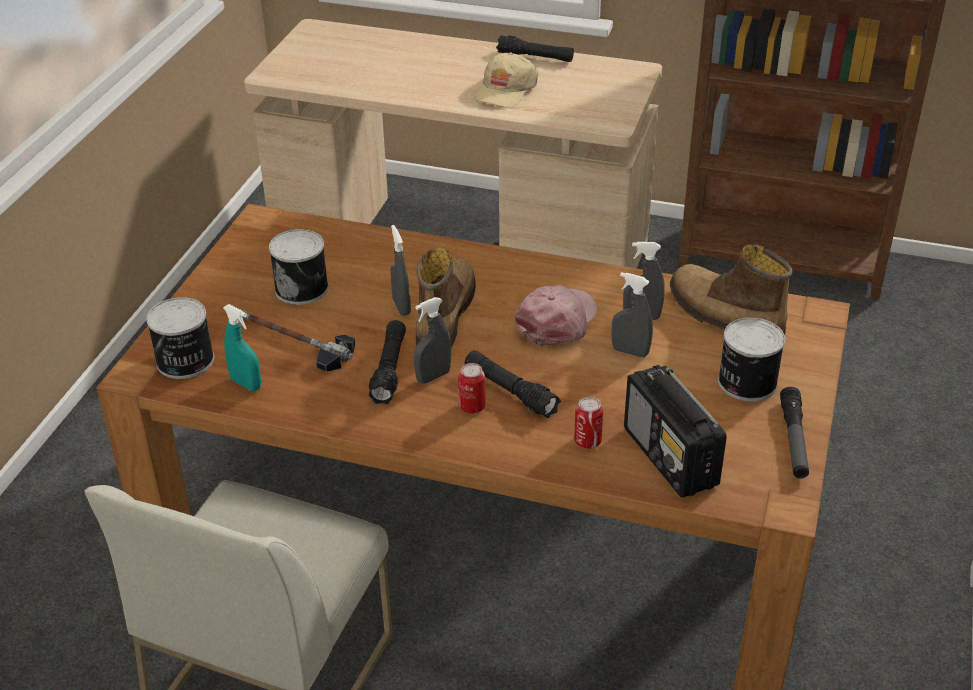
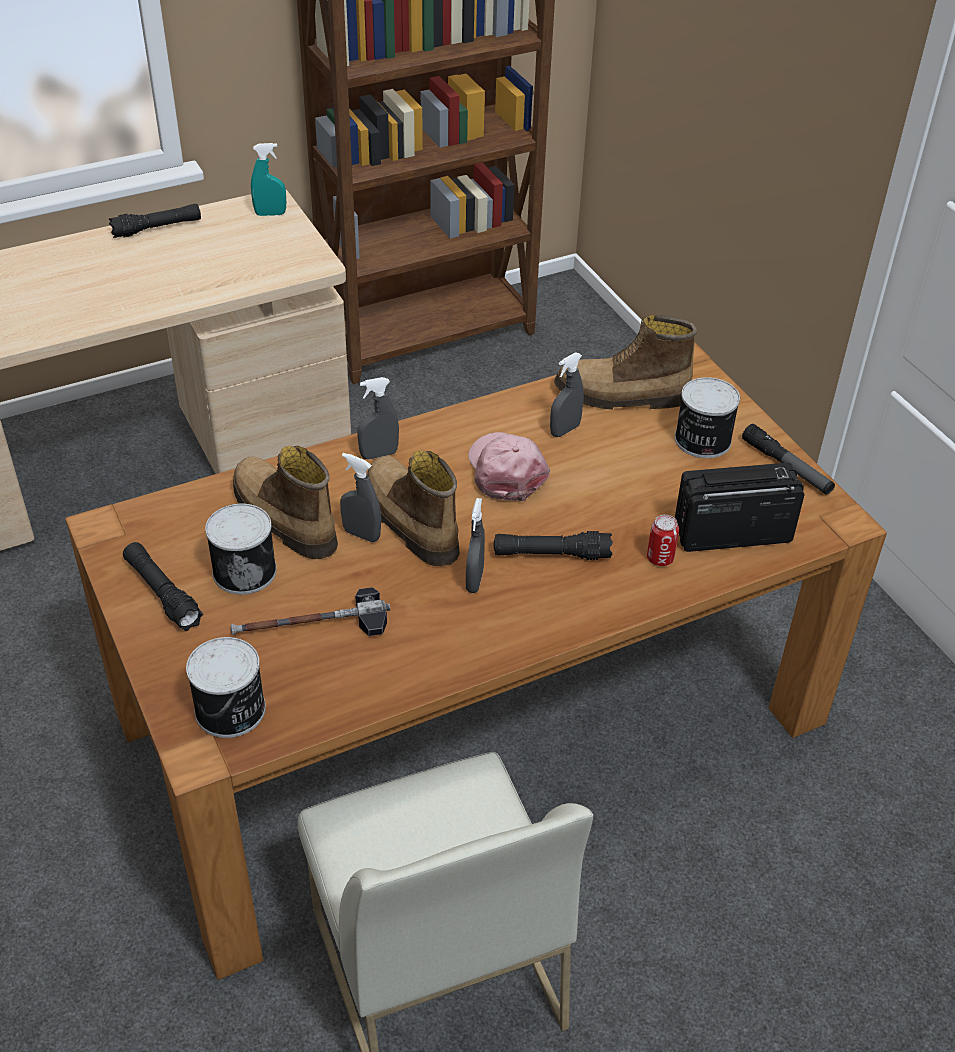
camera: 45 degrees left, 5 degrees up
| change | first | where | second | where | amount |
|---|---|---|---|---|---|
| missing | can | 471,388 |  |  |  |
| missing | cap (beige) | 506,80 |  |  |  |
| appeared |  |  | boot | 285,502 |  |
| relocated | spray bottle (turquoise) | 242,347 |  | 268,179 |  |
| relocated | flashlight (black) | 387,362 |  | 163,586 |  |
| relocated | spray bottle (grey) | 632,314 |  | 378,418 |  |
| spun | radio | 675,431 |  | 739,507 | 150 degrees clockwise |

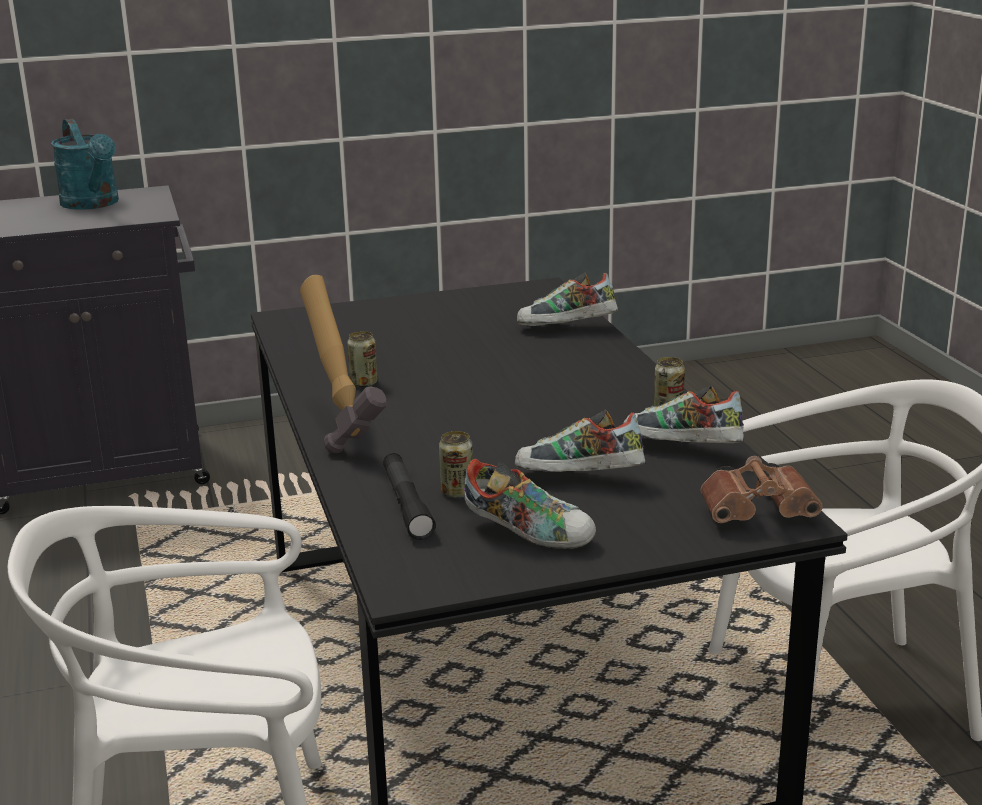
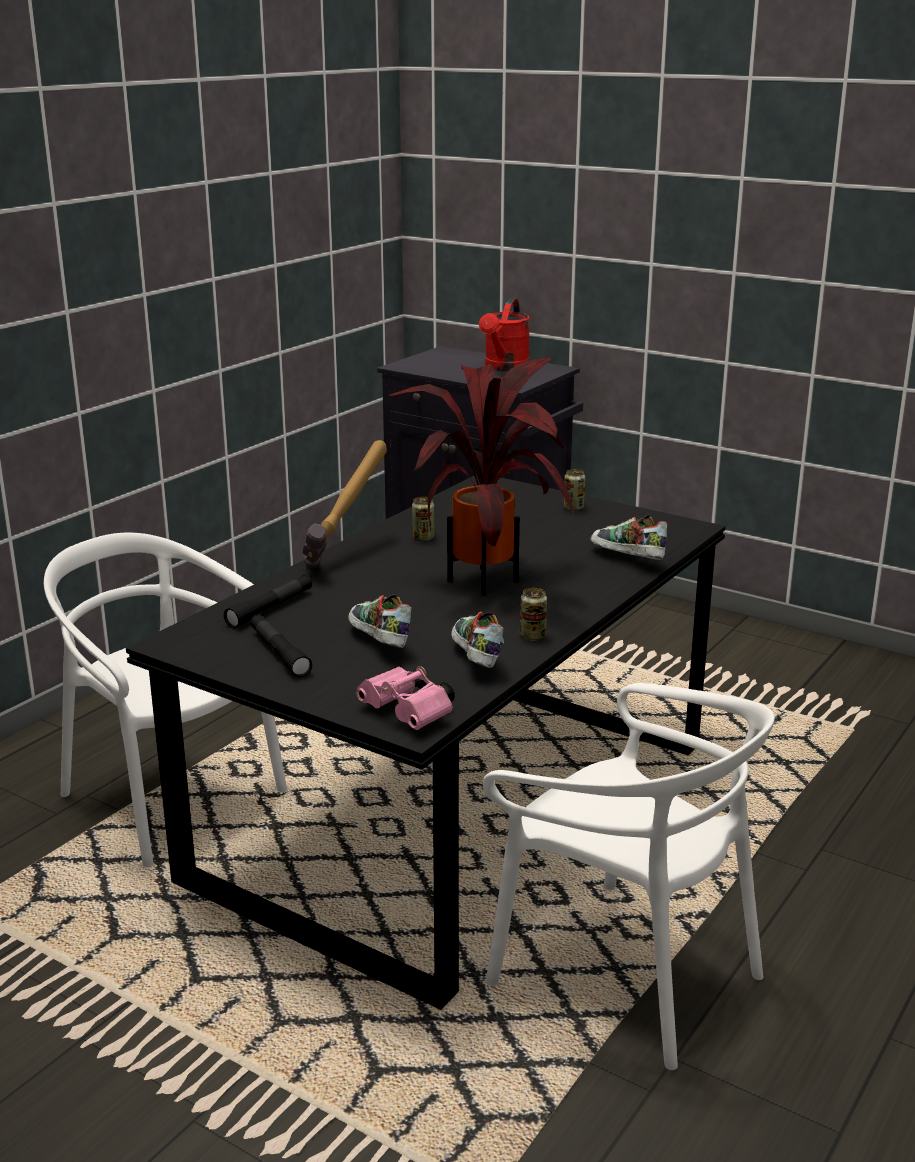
camera: 50 degrees right, 0 degrees up
| change | first | where | second | where | amount |
|---|---|---|---|---|---|
| appeared |  |  | potted plant | 481,476 |  |
| relocated | can | 456,464 |  | 574,490 |  |
| exchanged | shoe | 530,504 | flashlight (black) | 281,645 |  |
| colour | watering can (turquoise) | 85,164 | watering can (red) | 504,335 |  |
| colour | binoculars (brown) | 762,489 | binoculars (pink) | 405,698 |  |

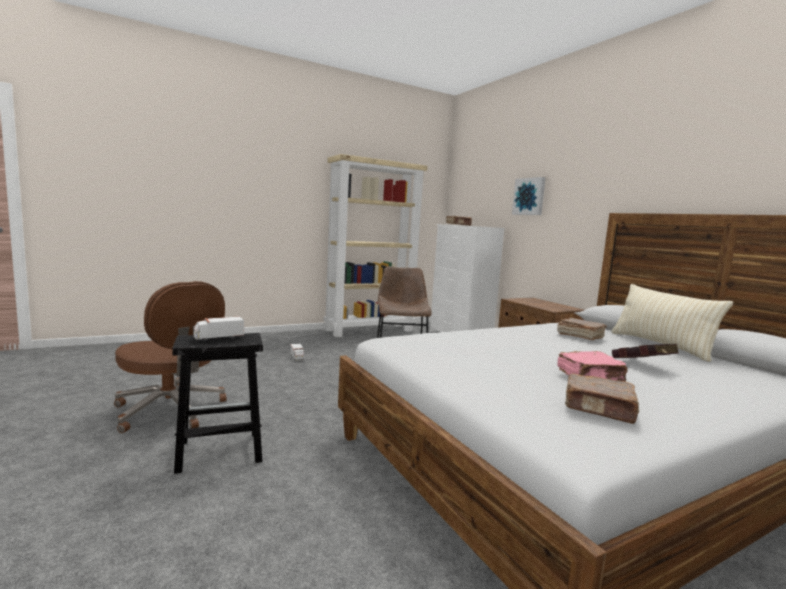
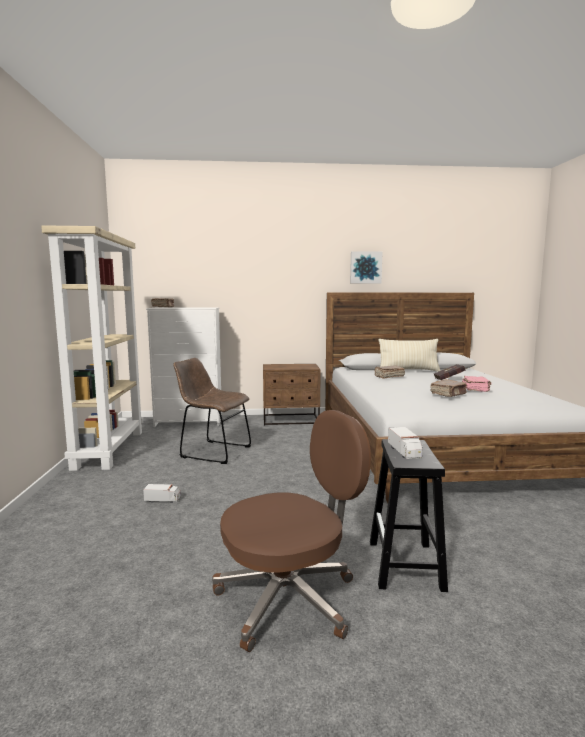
camera: 65 degrees left, 0 degrees up
| change | first | where | second | where | amount |
|---|---|---|---|---|---|
| relocated | picture | 529,196 |  | 366,267 |  |
| relocated | book (brown) | 602,398 |  | 448,388 |  |

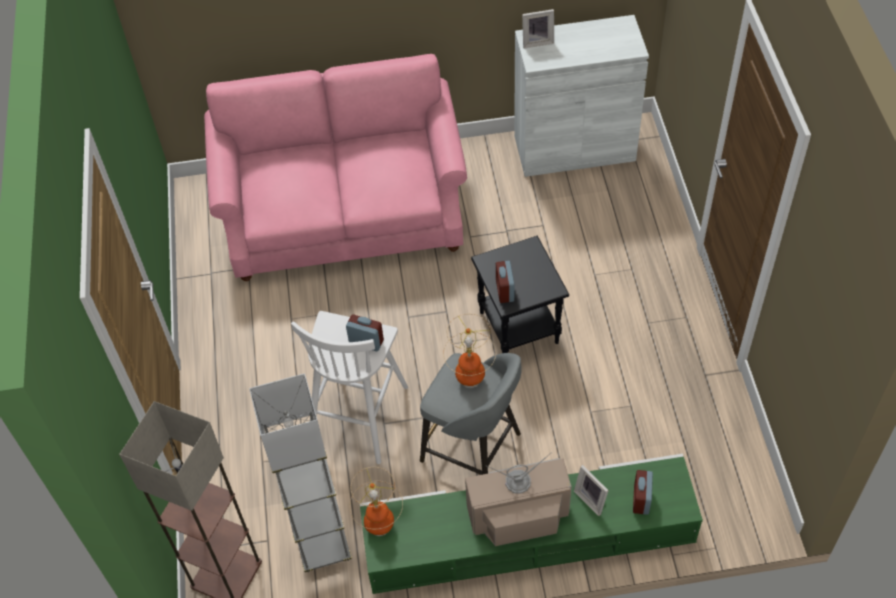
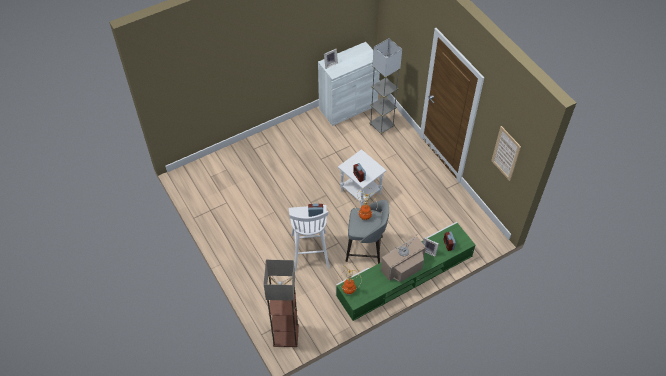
camera: 25 degrees left, 0 degrees up
| change | first | where | second | where | amount |
|---|---|---|---|---|---|
| missing | sofa (pink) | 335,167 |  |  |  |
| appeared |  |  | picture | 506,153 |  |
| relocated | floor lamp (grey) | 300,473 |  | 385,86 |  |
| colour | side table (black) | 520,294 | side table (white) | 362,177 |  |

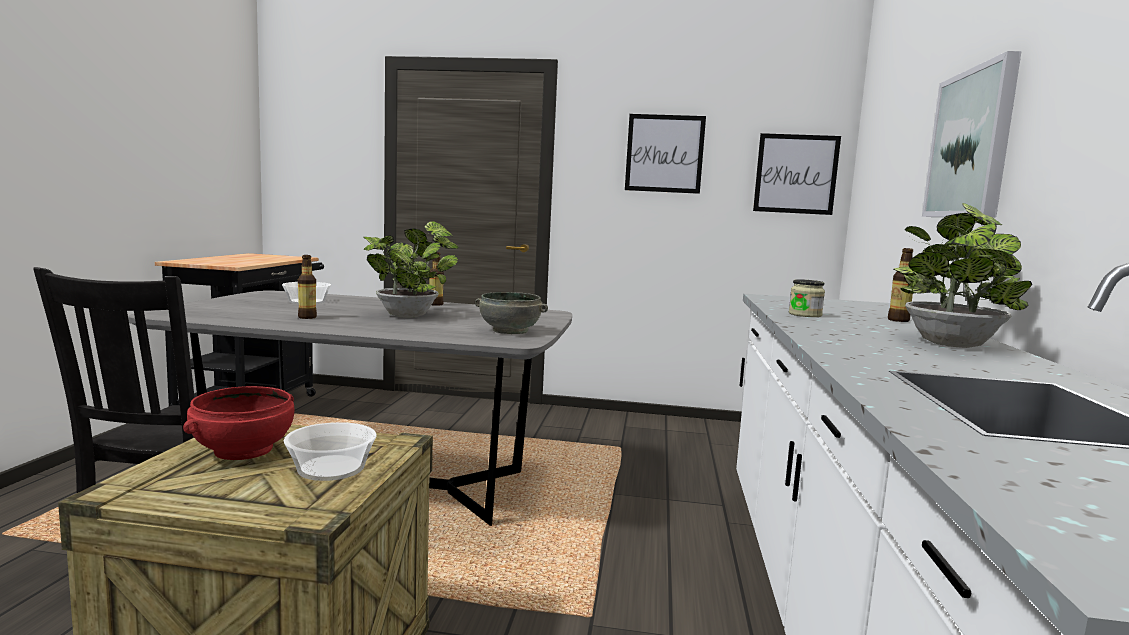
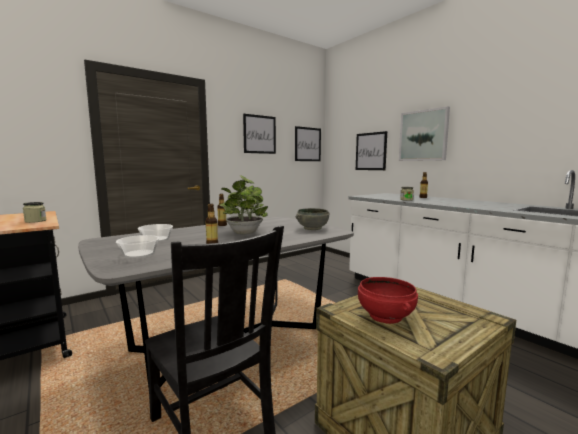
camera: 45 degrees left, 0 degrees up
| change | first | where | second | where | amount |
|---|---|---|---|---|---|
| missing | potted plant | 963,275 |  |  |  |
| appeared |  |  | jar | 35,212 |  |
| appeared |  |  | picture | 371,150 |  |
| relocated | bowl | 330,451 |  | 137,246 |  |

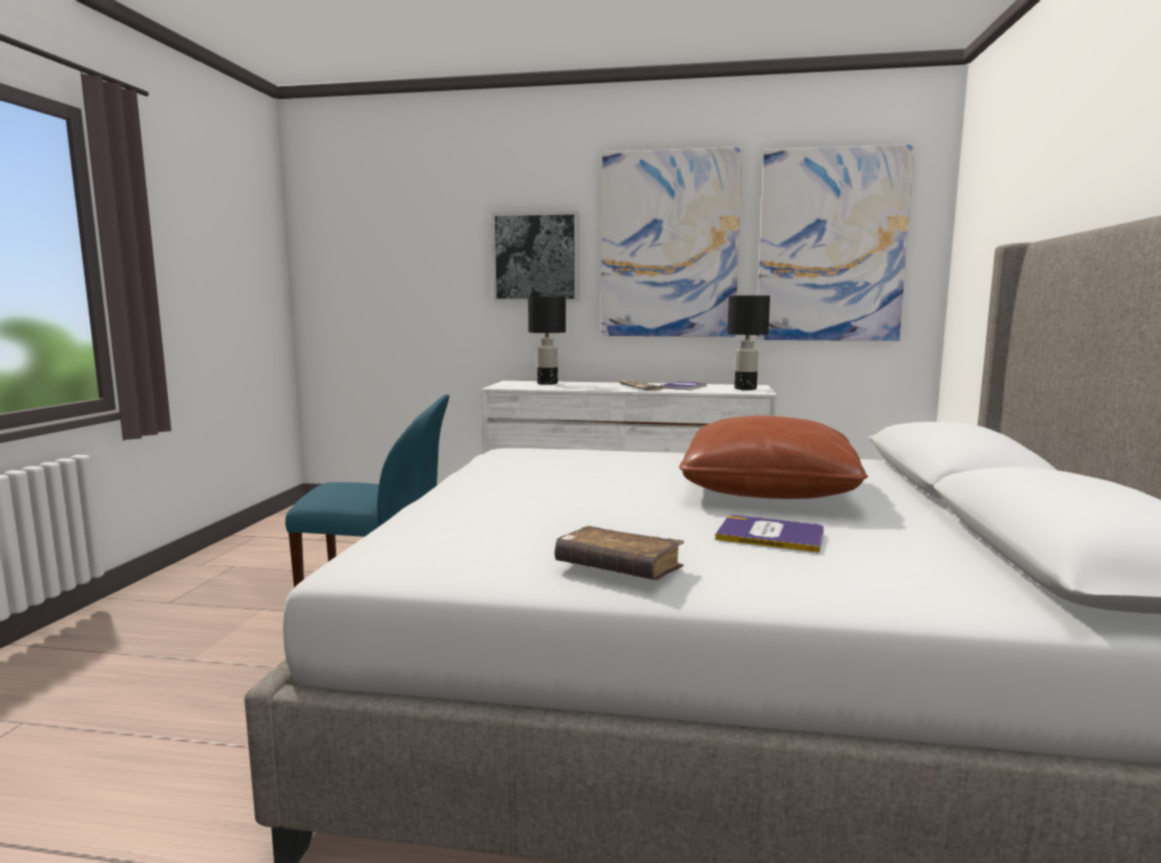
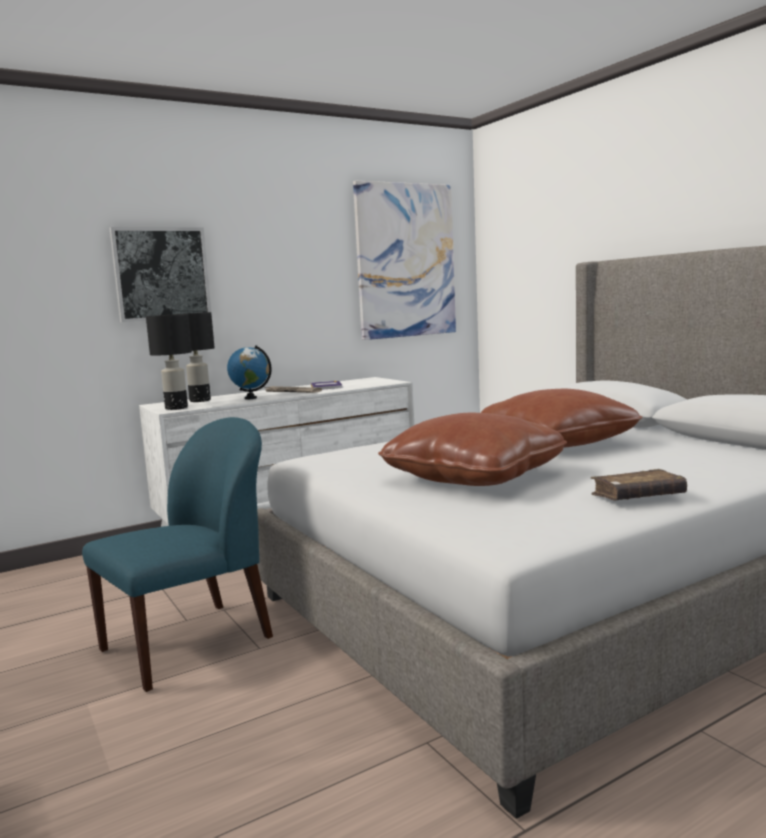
camera: 40 degrees left, 0 degrees up
| change | first | where | second | where | amount |
|---|---|---|---|---|---|
| missing | picture | 671,242 |  |  |  |
| missing | book | 769,534 |  |  |  |
| appeared |  |  | globe | 249,372 |  |
| appeared |  |  | pillow (brown) | 472,449 |  |
| relocated | table lamp (black) | 748,342 |  | 169,362 |  |

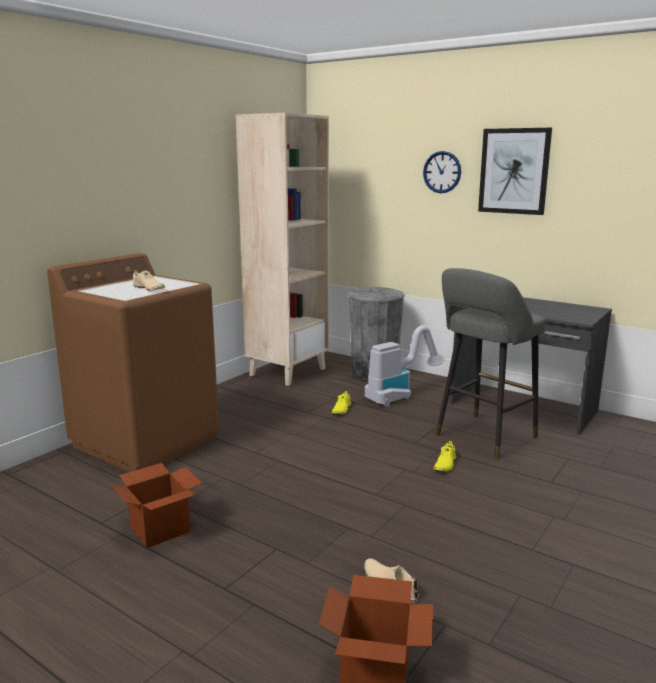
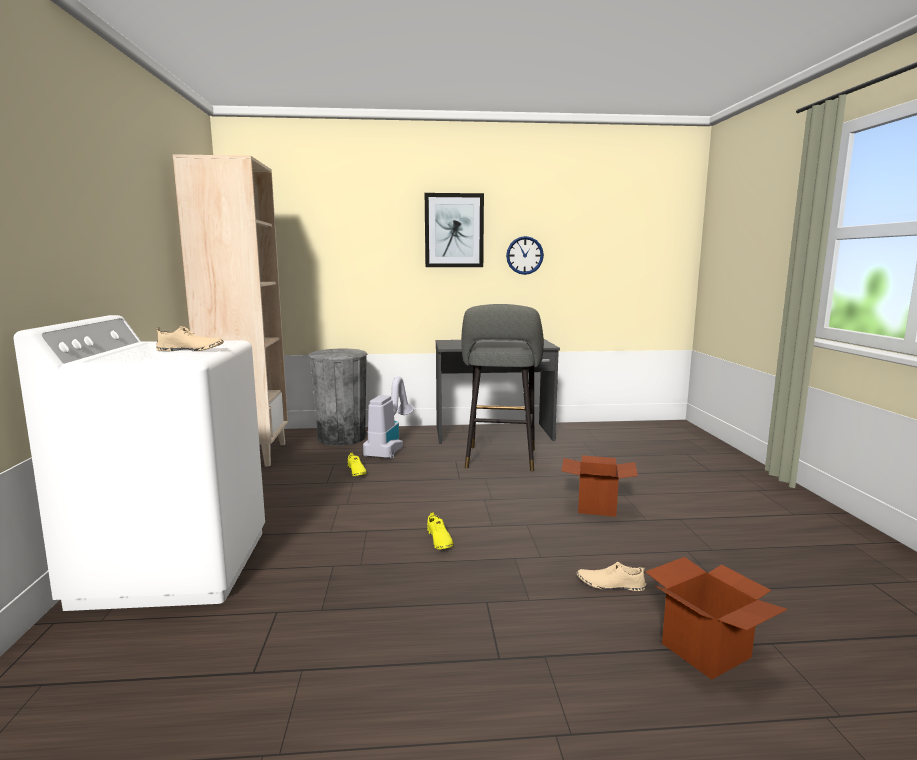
camera: 40 degrees left, 5 degrees down
| change | first | where | second | where | amount |
|---|---|---|---|---|---|
| relocated | cardboard box | 156,505 |  | 599,486 |  |
| relocated | wall clock | 442,172 |  | 525,255 |  |
| relocated | shoe (yellow) | 445,455 |  | 440,530 |  |
| colour | washing machine (brown) | 133,362 | washing machine (white) | 139,463 |  |

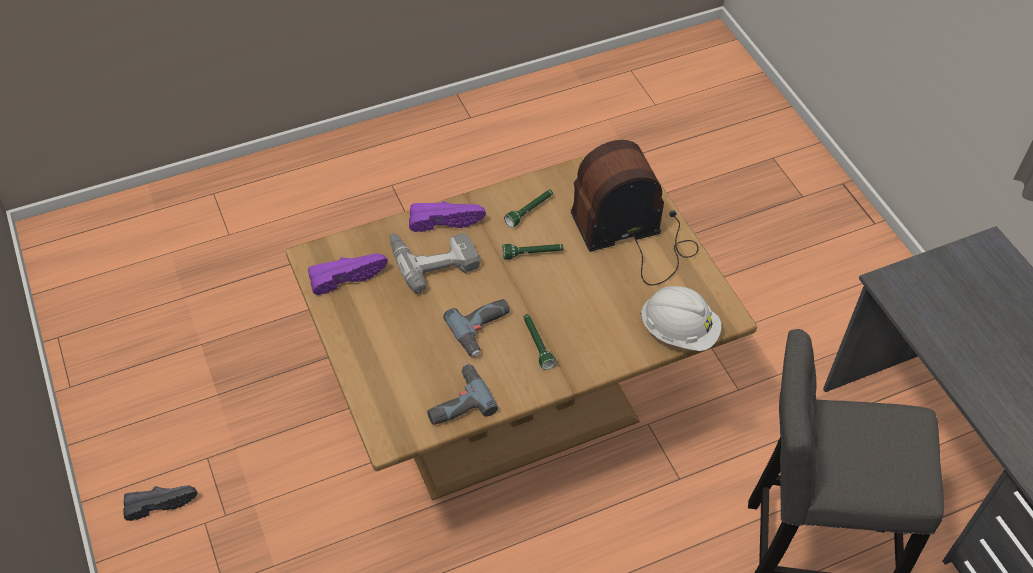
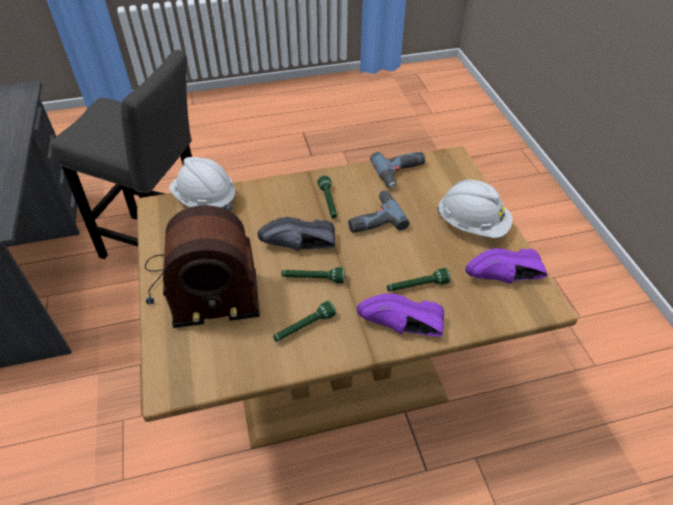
camera: 170 degrees left, 5 degrees down
| change | first | where | second | where | amount |
|---|---|---|---|---|---|
| appeared |  |  | hard hat (white) | 475,208 |  |
| relocated | shoe (black) | 160,503 |  | 296,234 |  |
| exchanged | power drill | 435,263 | flashlight (green) | 419,279 |  |

